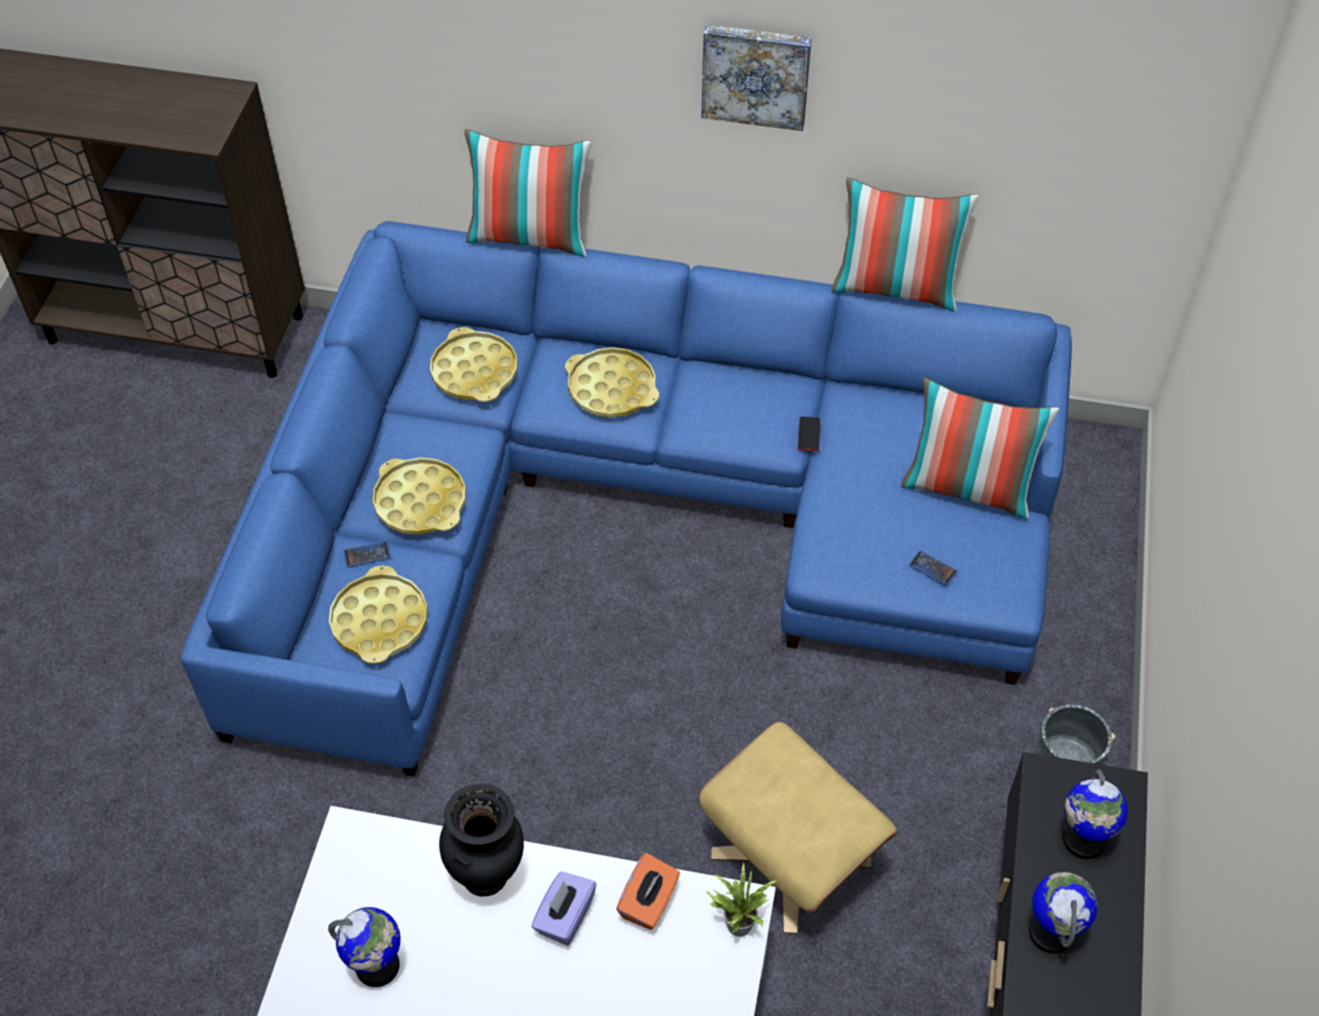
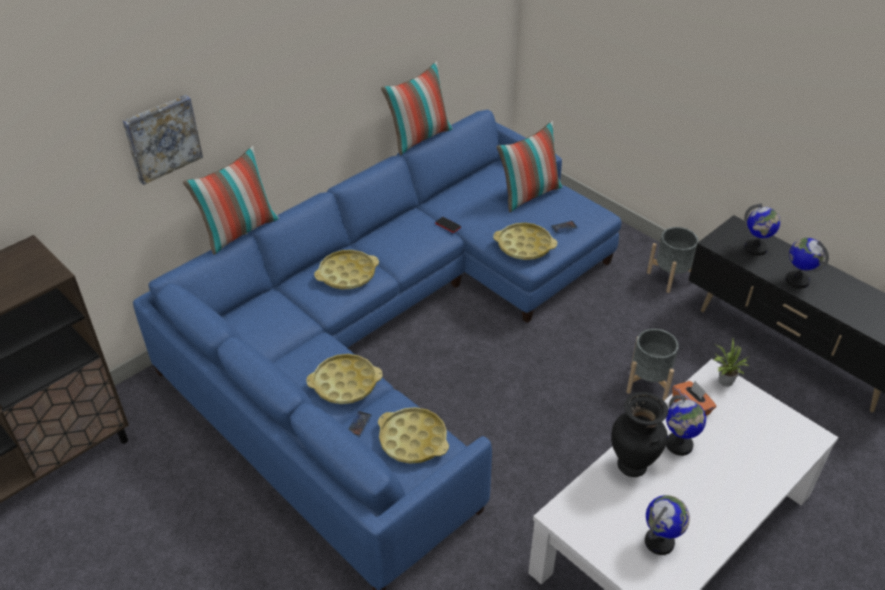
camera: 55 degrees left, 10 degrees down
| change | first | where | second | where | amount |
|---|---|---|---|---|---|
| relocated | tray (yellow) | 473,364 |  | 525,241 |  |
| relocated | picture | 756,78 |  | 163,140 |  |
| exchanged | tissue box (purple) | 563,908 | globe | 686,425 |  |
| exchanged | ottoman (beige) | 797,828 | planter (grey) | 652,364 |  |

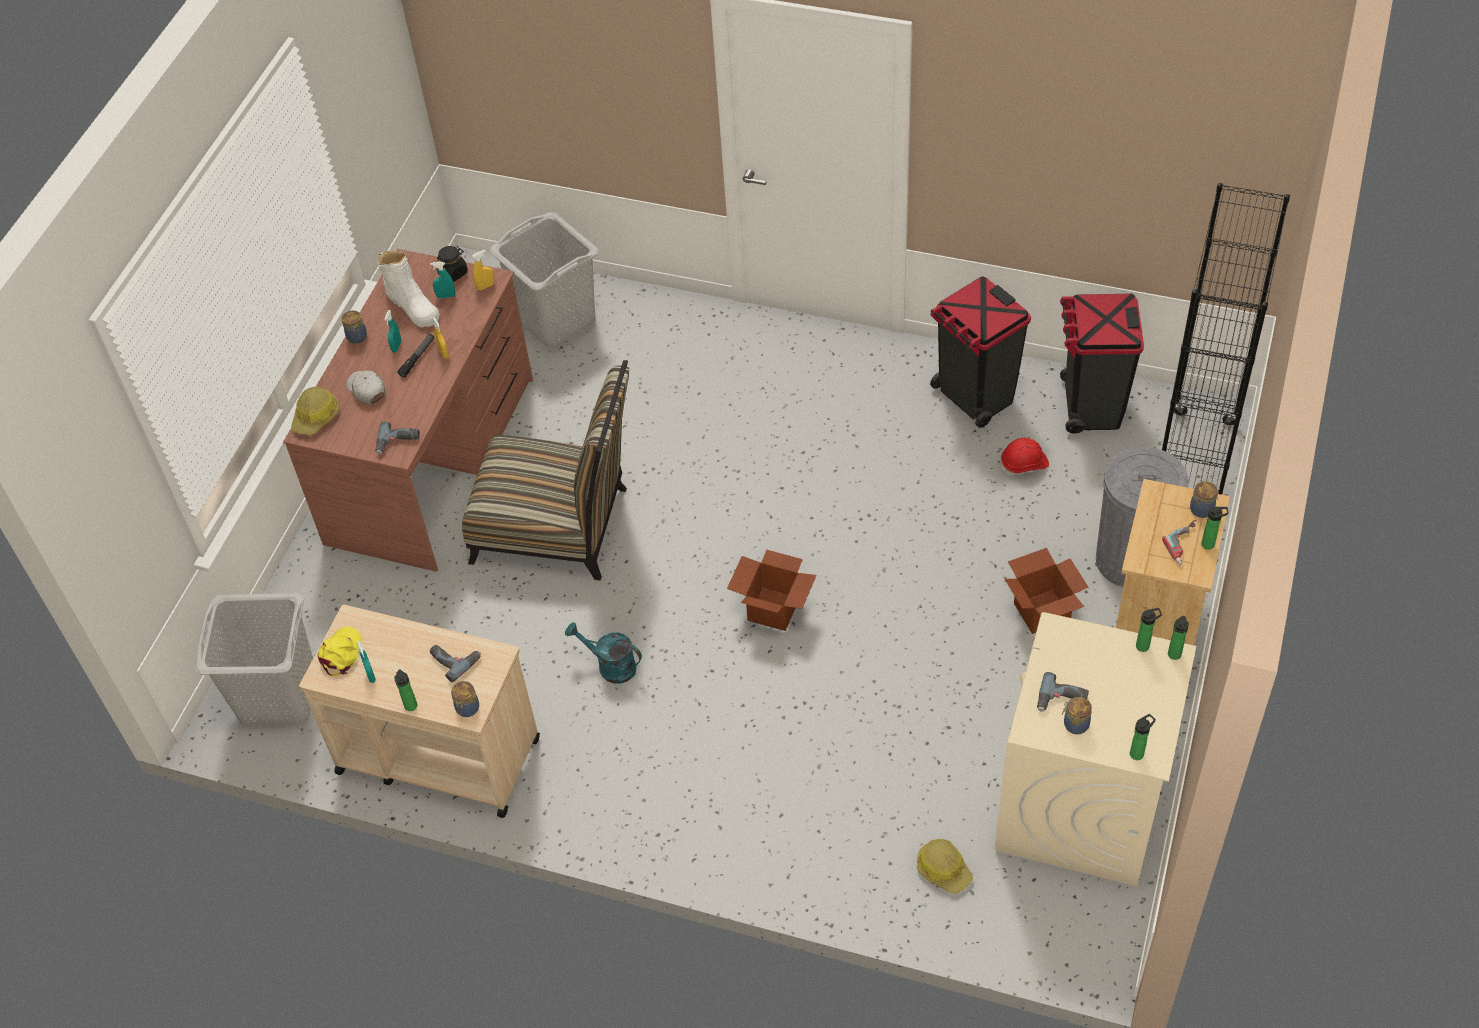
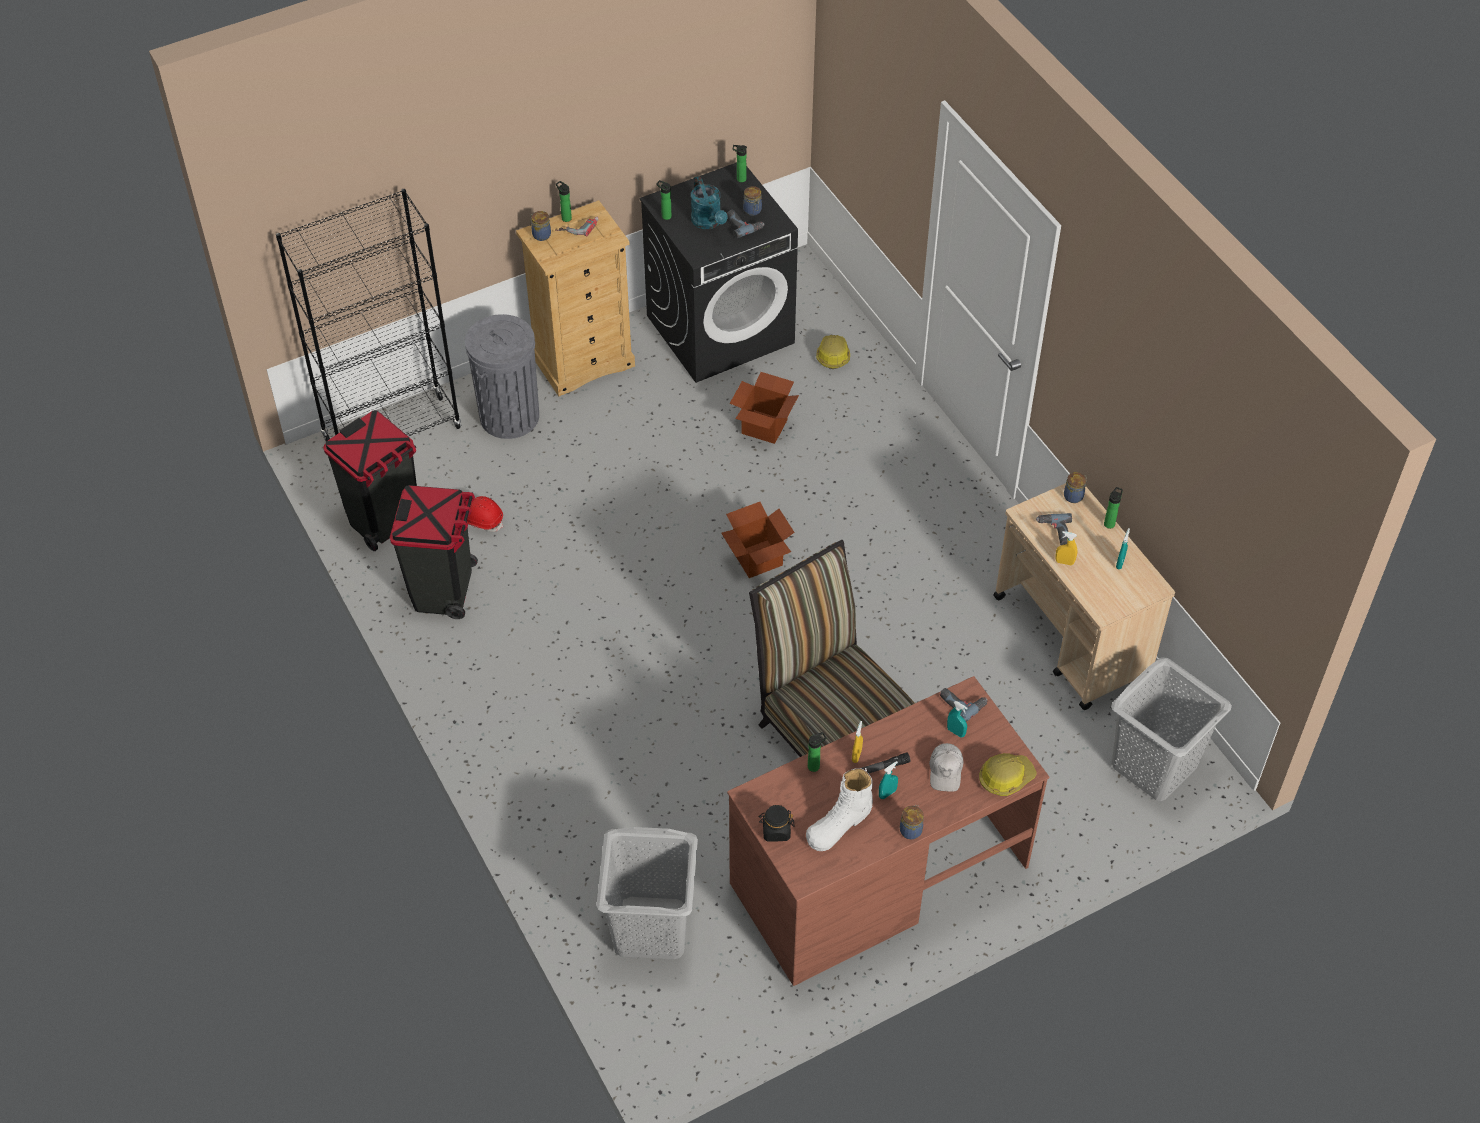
camera: 140 degrees left, 0 degrees up
| change | first | where | second | where | amount |
|---|---|---|---|---|---|
| missing | cap (yellow) | 340,651 |  |  |  |
| relocated | spray bottle (turquoise) | 442,280 |  | 957,719 |  |
| relocated | spray bottle (yellow) | 483,270 |  | 1066,548 |  |
| relocated | watering can (turquoise) | 603,652 |  | 709,202 |  |
| relocated | cardboard box | 1047,591 |  | 764,408 |  |
| relocated | bottle | 1178,638 |  | 817,752 |  |
| colour | washing machine (beige) | 1095,749 | washing machine (black) | 719,272 |  |
| spun | boot (white) | 408,289 |  | 839,809 | 135 degrees counterclockwise |

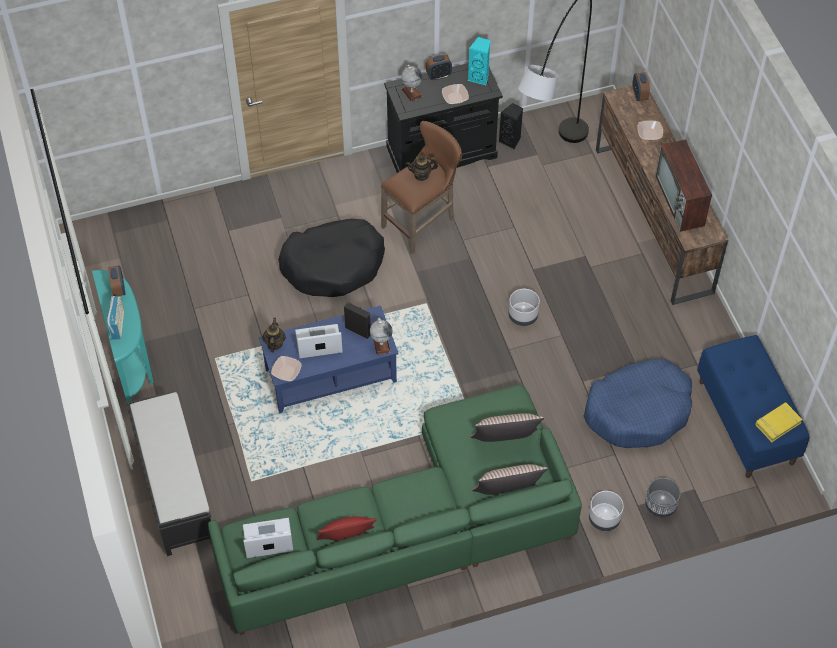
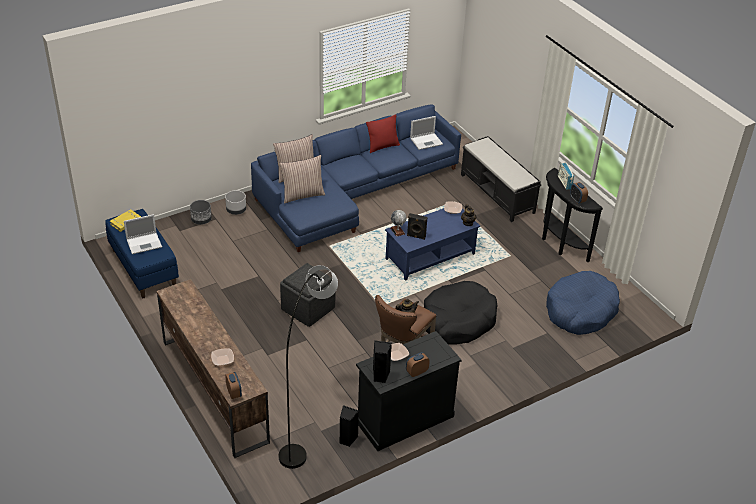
camera: 165 degrees right, 15 degrees down
| change | first | where | second | where | amount |
|---|---|---|---|---|---|
| missing | globe | 412,83 |  |  |  |
| missing | television | 683,186 |  |  |  |
| relocated | laptop | 319,341 |  | 143,234 |  |
| relocated | dog bed (blue) | 638,403 |  | 583,303 |  |
| exchanged | planter (grey) | 524,307 | ottoman (grey) | 308,295 |  |
| colour | console table (turquoise) | 123,336 | console table (black) | 572,215 |  |
| colour | sofa (green) | 395,510 | sofa (blue) | 356,178 |  |
| colour | speaker (turquoise) | 479,61 | speaker (black) | 382,361 |  |

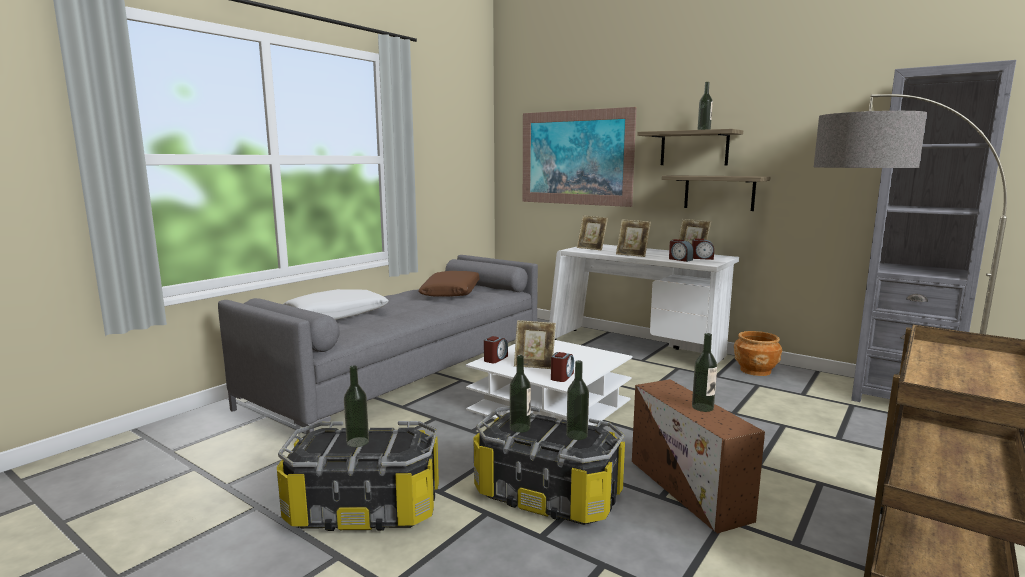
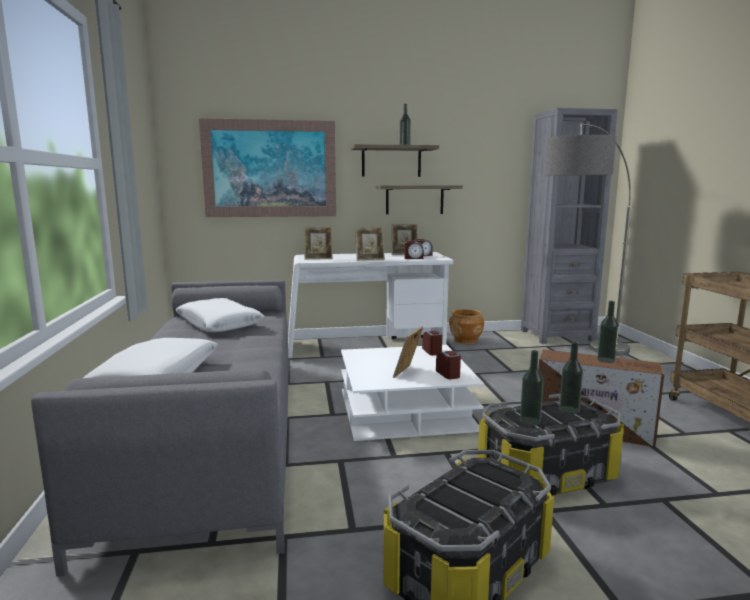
camera: 45 degrees left, 0 degrees up
| change | first | where | second | where | amount |
|---|---|---|---|---|---|
| missing | bottle | 356,406 |  |  |  |
| relocated | alarm clock | 496,349 |  | 432,343 |  |
| colour | pillow (brown) | 449,283 | pillow (white) | 219,315 |  |
| spun | picture frame | 535,344 |  | 408,352 | 150 degrees clockwise |

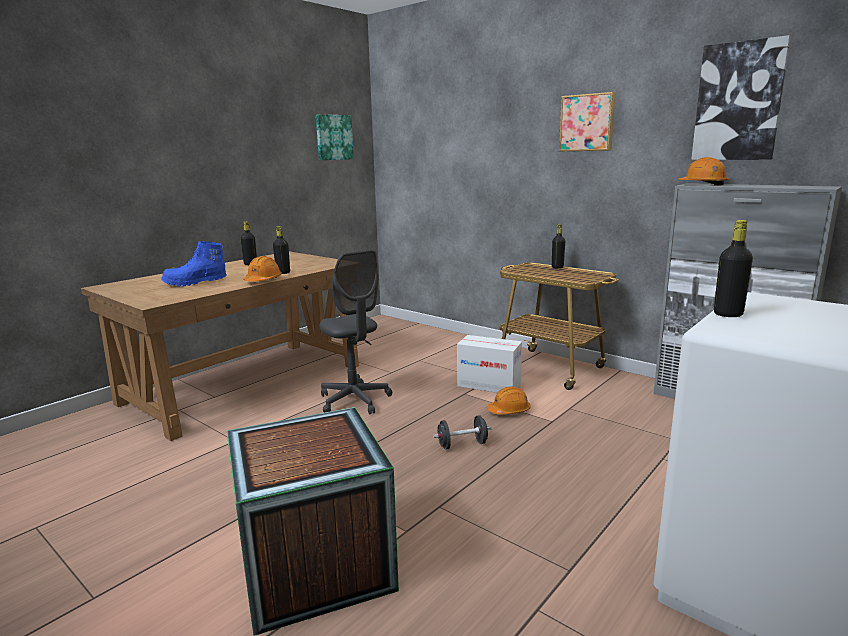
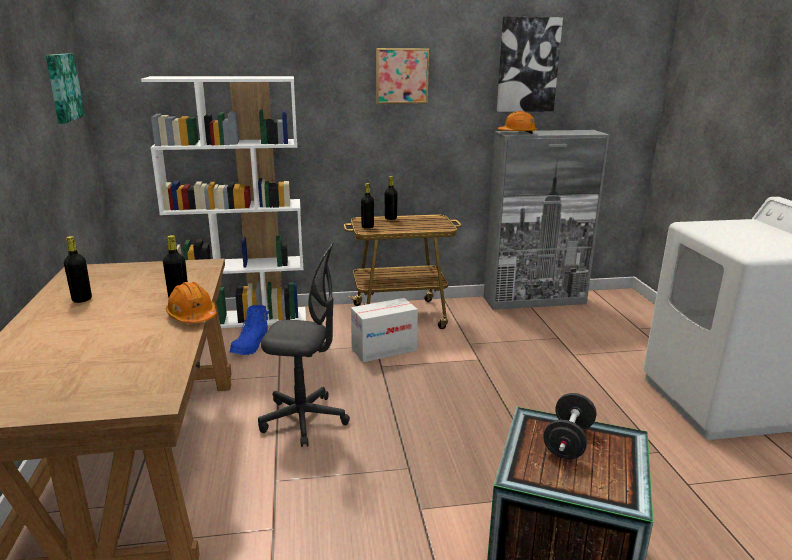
camera: 50 degrees left, 5 degrees up
| change | first | where | second | where | amount |
|---|---|---|---|---|---|
| missing | hard hat (orange) | 509,400 |  |  |  |
| appeared |  |  | bookcase (white) | 223,202 |  |
| relocated | boot (blue) | 194,264 |  | 249,330 |  |
| relocated | dumbbell (black) | 462,432 |  | 569,426 |  |
| relocated | bottle (black) | 733,268 |  | 367,206 |  |

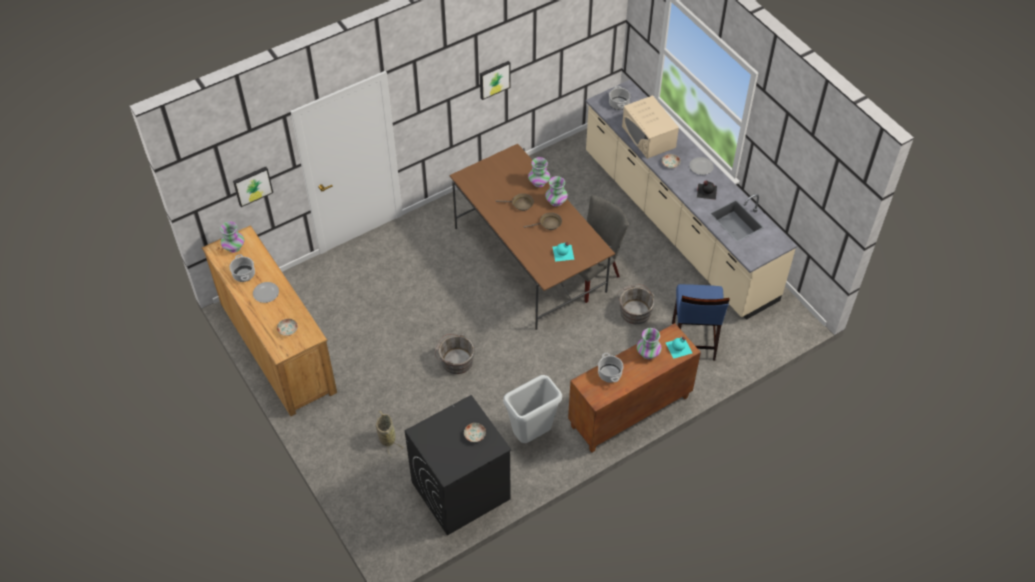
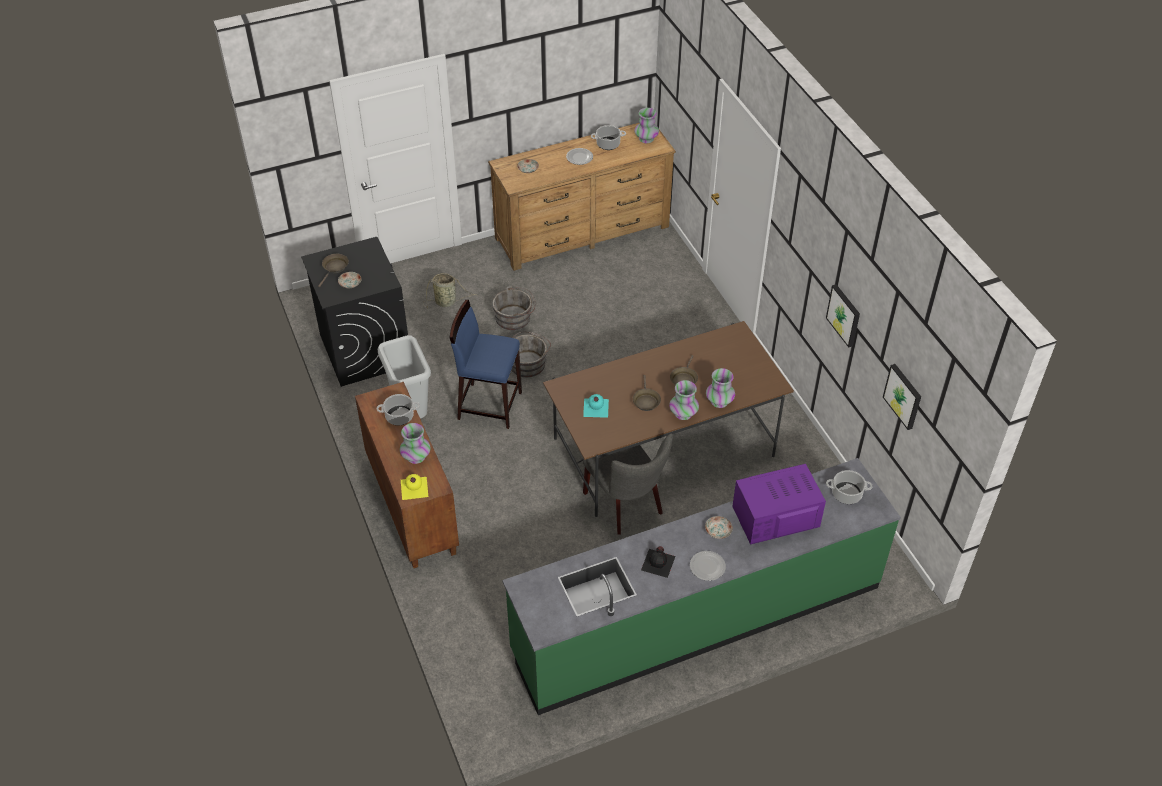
camera: 100 degrees right, 5 degrees down
| change | first | where | second | where | amount |
|---|---|---|---|---|---|
| appeared |  |  | frying pan (brown) | 333,270 |  |
| relocated | picture | 253,187 |  | 902,397 |  |
| relocated | bucket (grey) | 636,304 |  | 514,308 |  |
| relocated | stool (blue) | 701,322 |  | 485,364 |  |
| colour | counter (beige) | 691,200 | counter (green) | 701,586 |  |
| colour | microwave (beige) | 650,127 | microwave (purple) | 779,504 |  |
| colour | bottle (turquoise) | 679,348 | bottle (yellow) | 414,487 |  |

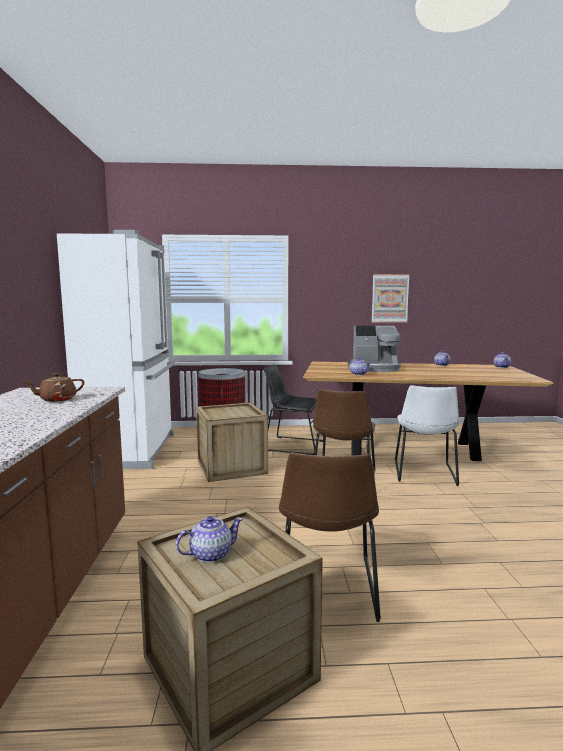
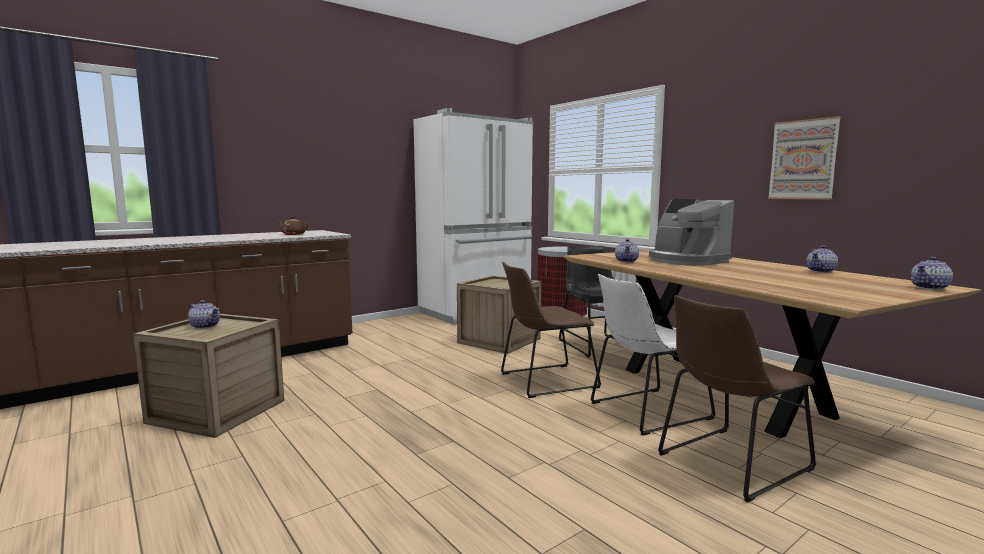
camera: 55 degrees right, 0 degrees up
| change | first | where | second | where | amount |
|---|---|---|---|---|---|
| relocated | chair (brown) | 330,537 |  | 737,399 |  |

